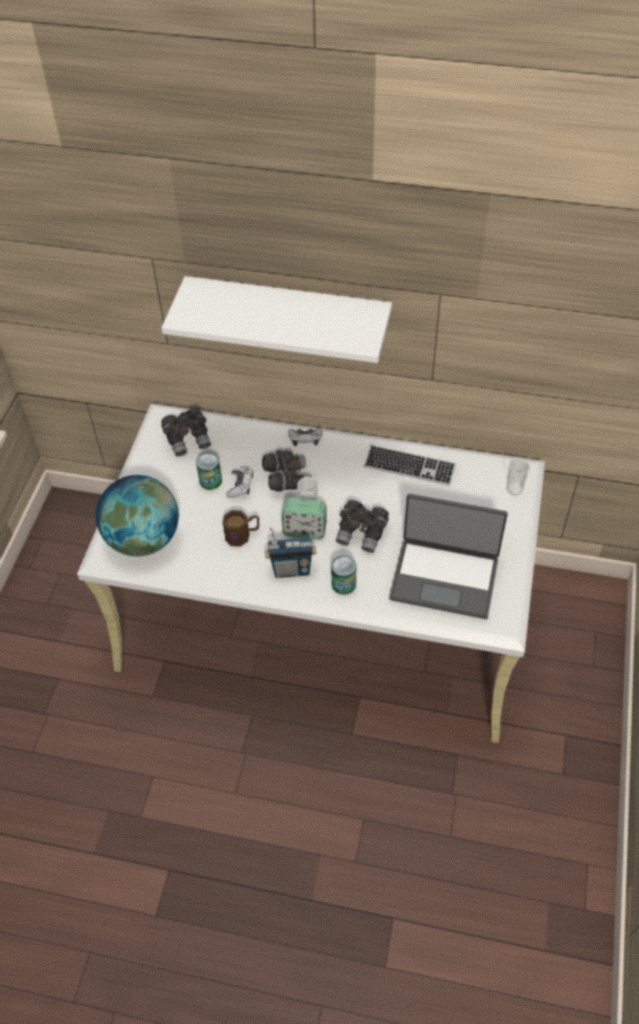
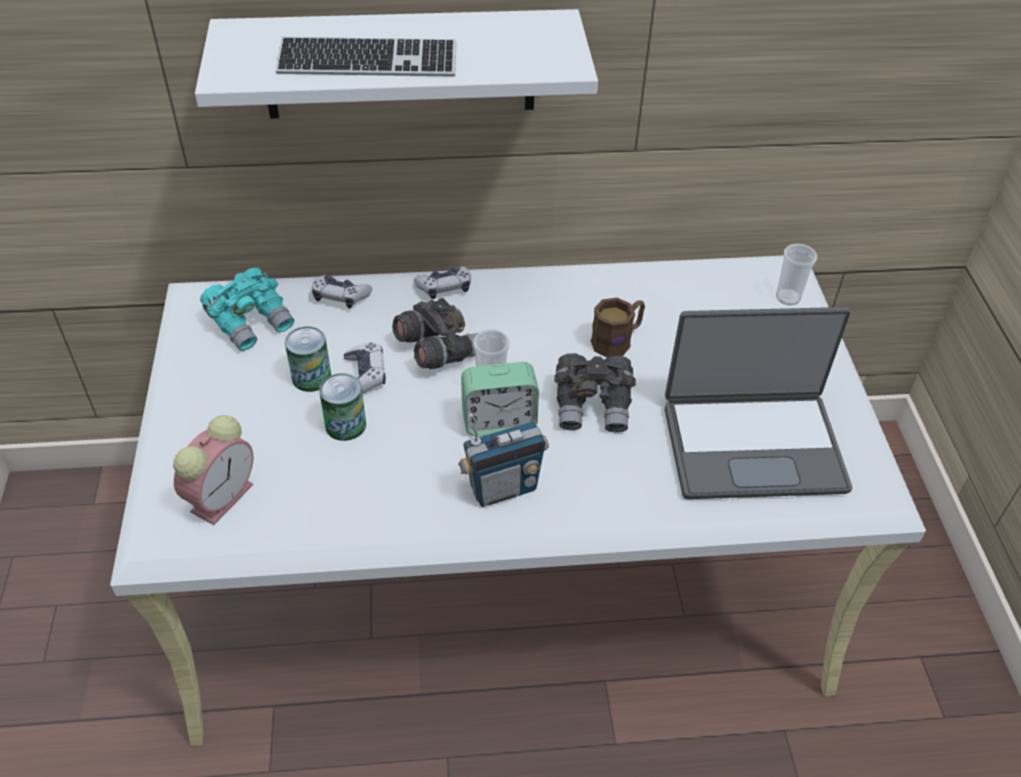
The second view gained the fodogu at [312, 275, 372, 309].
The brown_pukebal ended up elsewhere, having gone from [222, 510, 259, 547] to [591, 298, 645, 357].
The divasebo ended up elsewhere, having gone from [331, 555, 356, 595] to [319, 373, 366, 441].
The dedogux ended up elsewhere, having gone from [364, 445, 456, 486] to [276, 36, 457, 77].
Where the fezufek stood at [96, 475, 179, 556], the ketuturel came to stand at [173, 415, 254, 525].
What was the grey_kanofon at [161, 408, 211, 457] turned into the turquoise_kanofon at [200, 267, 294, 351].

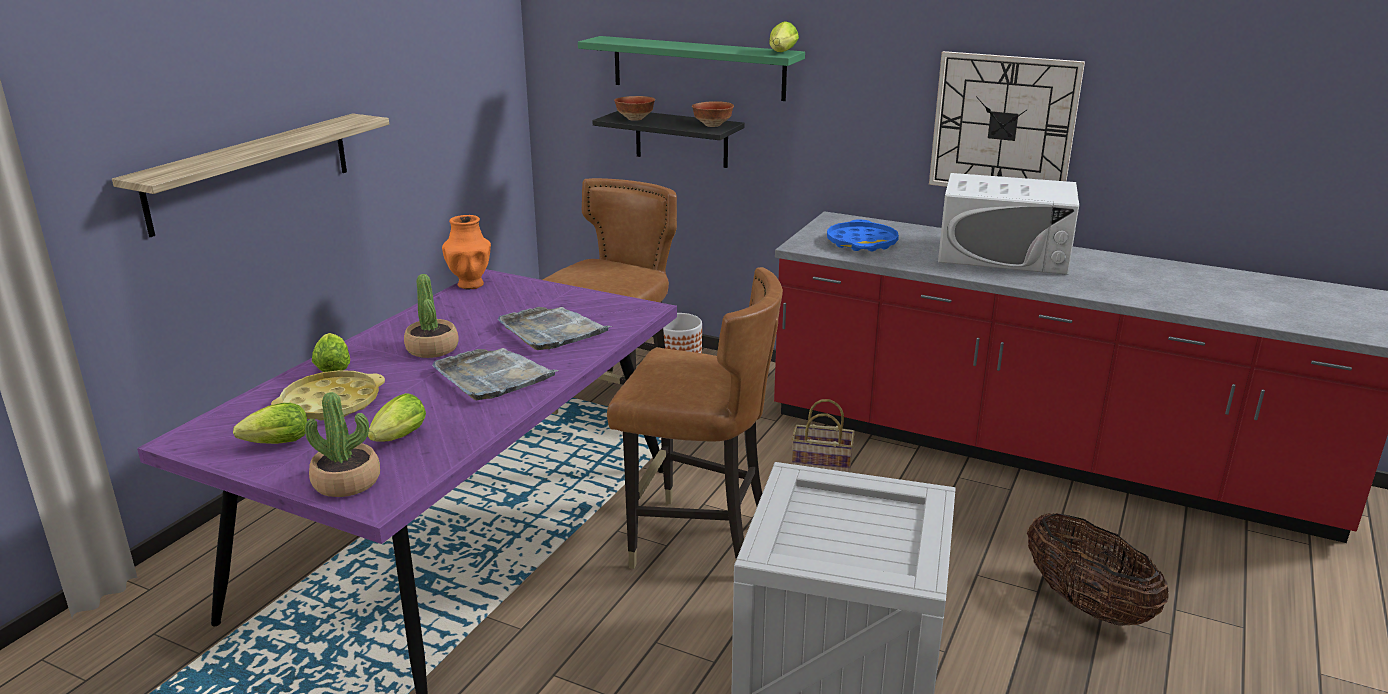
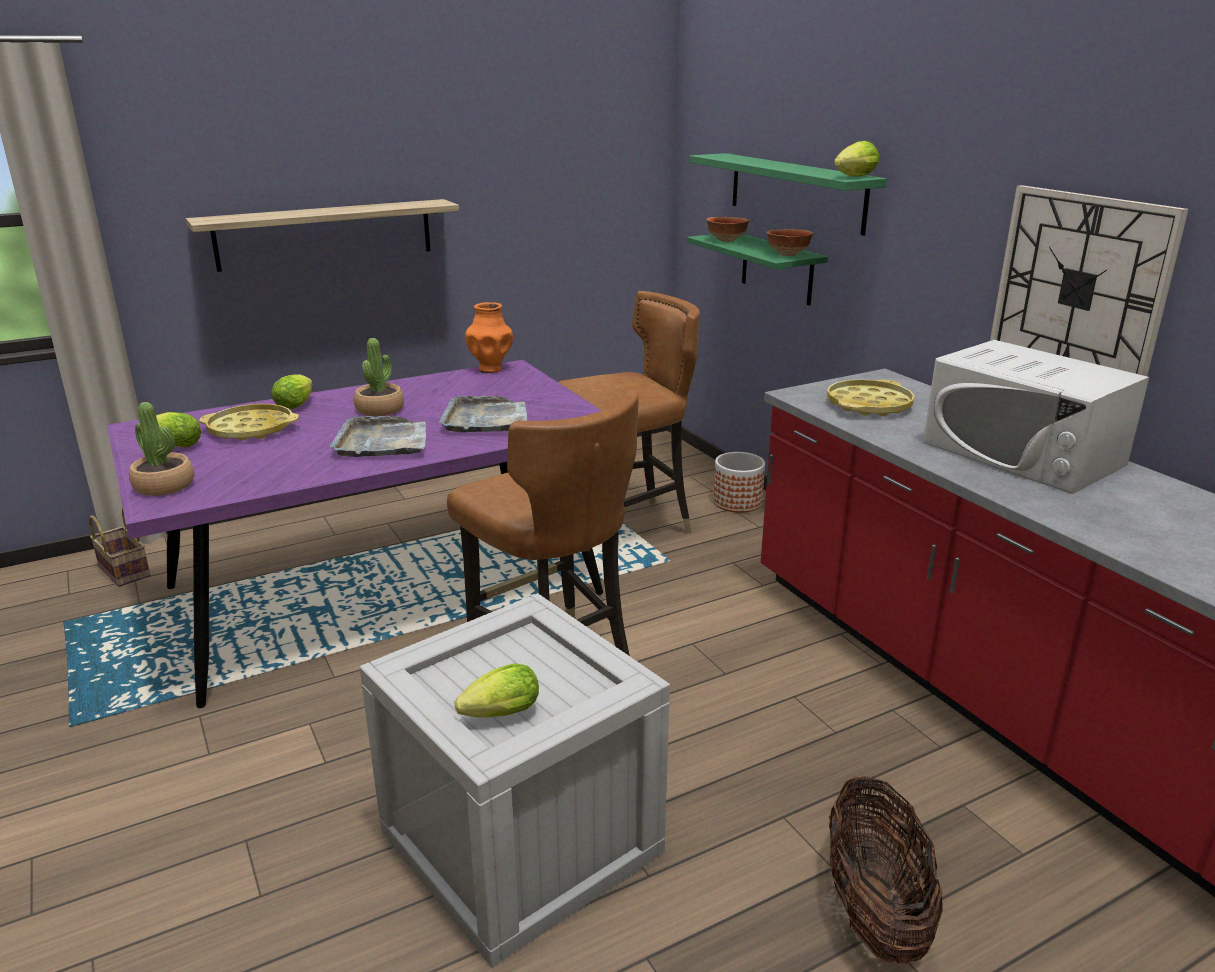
The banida ended up elsewhere, having gone from [368, 393, 426, 442] to [455, 663, 539, 718].
The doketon ended up elsewhere, having gone from [792, 399, 855, 472] to [89, 508, 151, 587].
What was the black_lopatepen at [593, 111, 745, 168] turned into the green_lopatepen at [687, 234, 828, 306].
What was the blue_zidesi at [827, 220, 899, 252] turned into the yellow_zidesi at [827, 379, 915, 417].

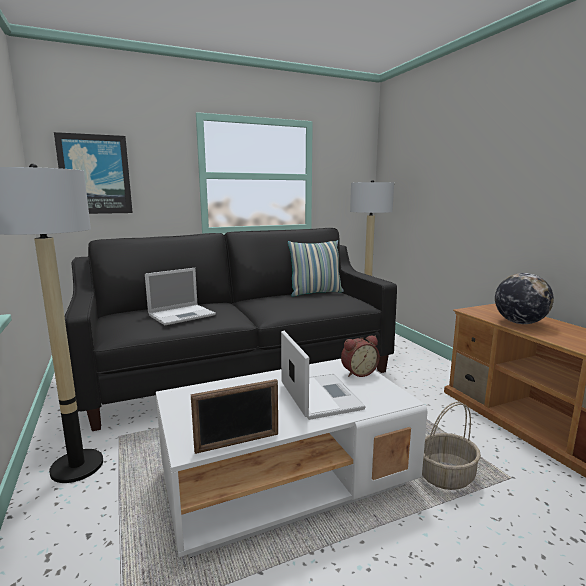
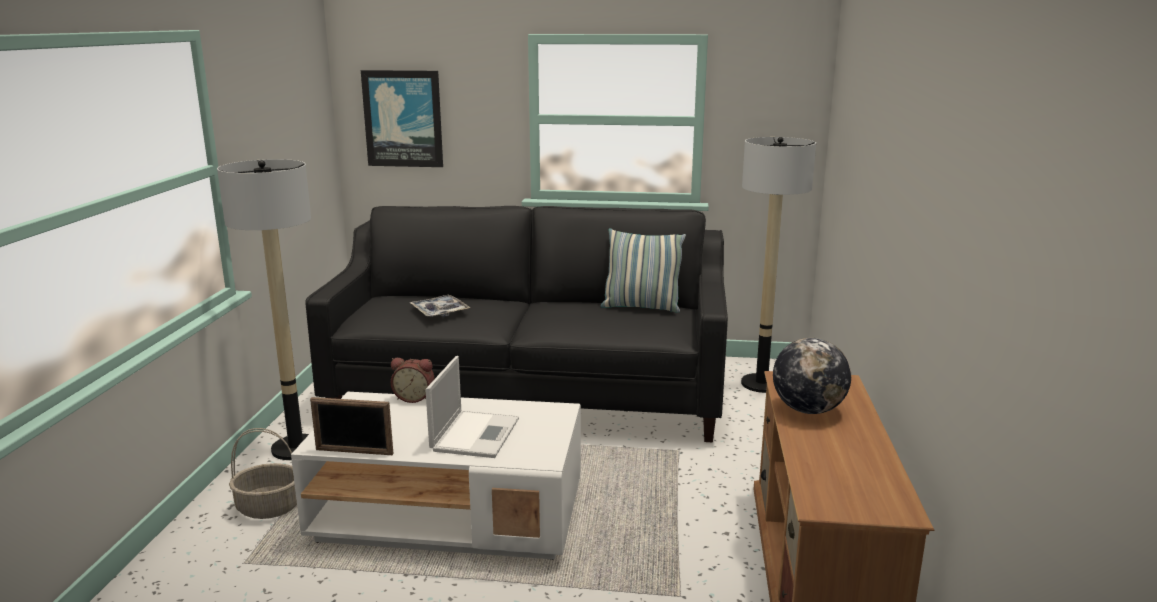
The ketuturel ended up elsewhere, having gone from [341, 335, 380, 377] to [391, 358, 435, 403].
The doketon ended up elsewhere, having gone from [422, 402, 481, 490] to [229, 428, 297, 519].
Where the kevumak stood at [145, 268, 216, 325], the zidesi came to stand at [410, 295, 470, 317].

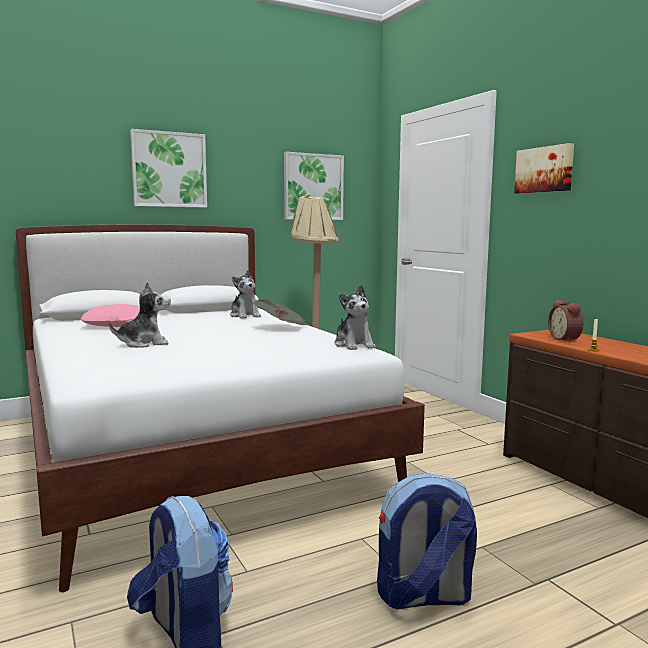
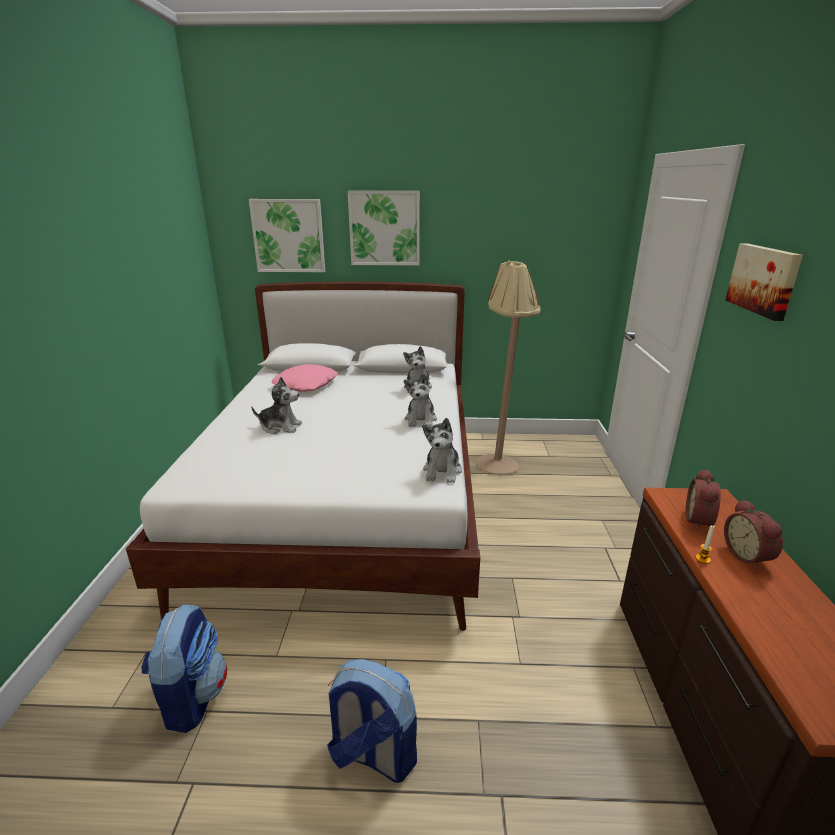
The second view gained the ketuturel at [724, 499, 783, 570].
The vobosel ended up elsewhere, having gone from [284, 152, 344, 220] to [249, 199, 325, 272].
Where the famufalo stood at [253, 299, 309, 325], the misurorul came to stand at [404, 373, 437, 427].

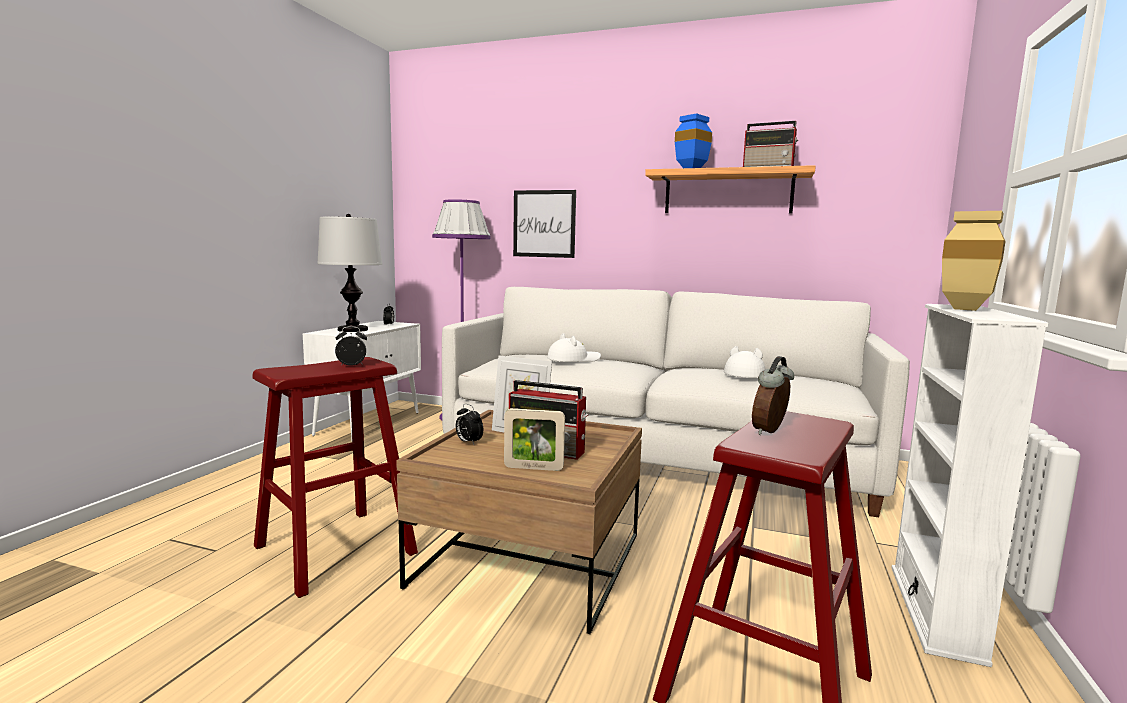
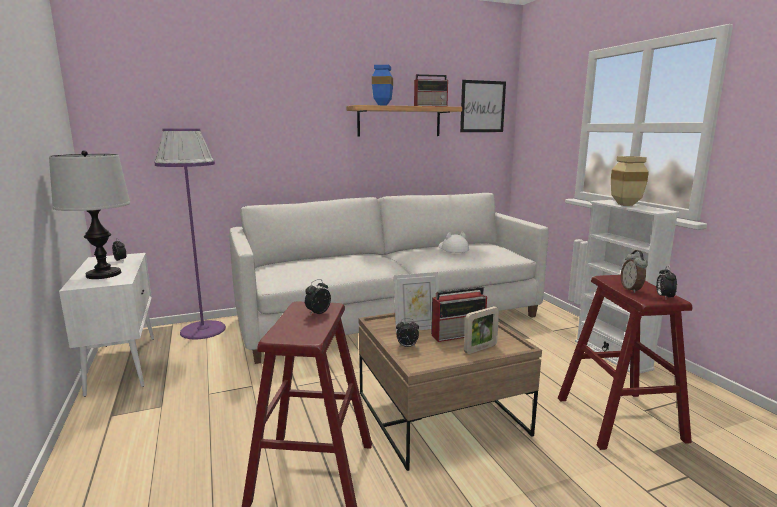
The second view lost the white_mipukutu at [547, 333, 601, 362].
The second view gained the ketuturel at [656, 266, 677, 298].
The vobosel ended up elsewhere, having gone from [513, 190, 576, 258] to [460, 80, 506, 132].

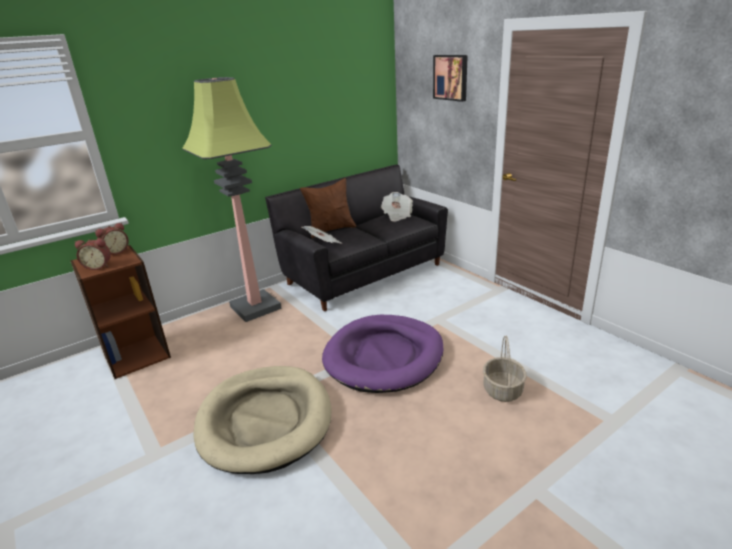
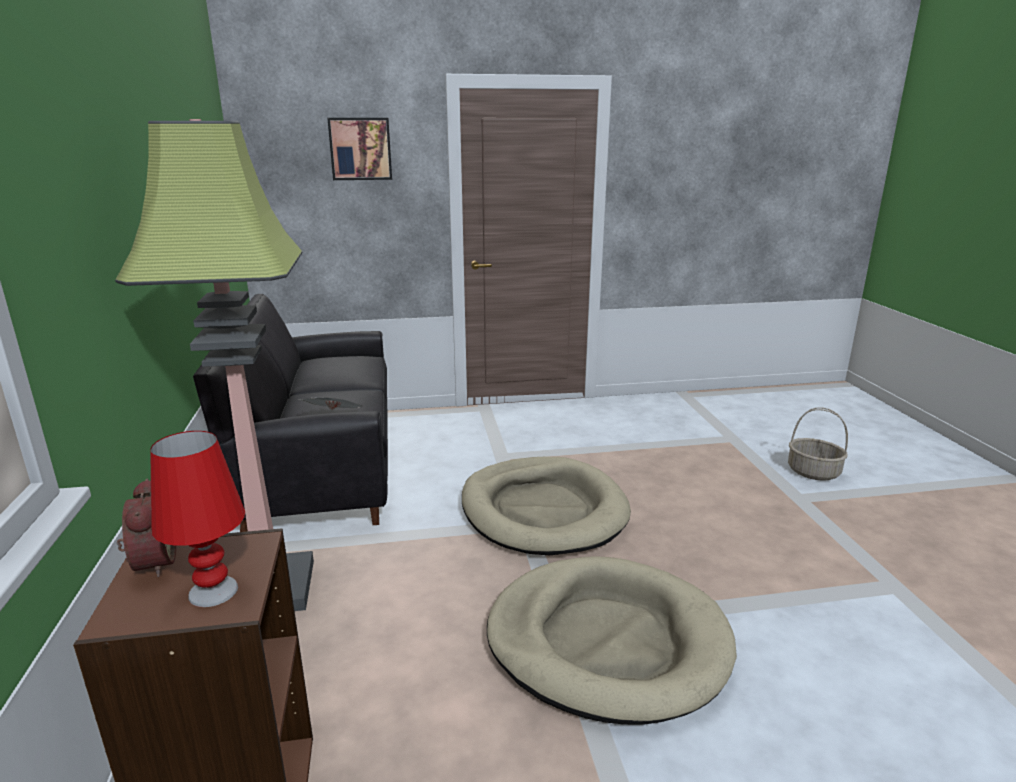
The second view lost the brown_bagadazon at [300, 178, 356, 238].
The second view lost the famufalo at [381, 192, 413, 222].
The doketon ended up elsewhere, having gone from [483, 335, 526, 402] to [788, 407, 848, 481].
Where the ketuturel stood at [75, 239, 111, 270], the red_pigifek came to stand at [150, 431, 245, 607].
What was the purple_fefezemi at [322, 315, 443, 393] turned into the beige_fefezemi at [462, 457, 631, 555].

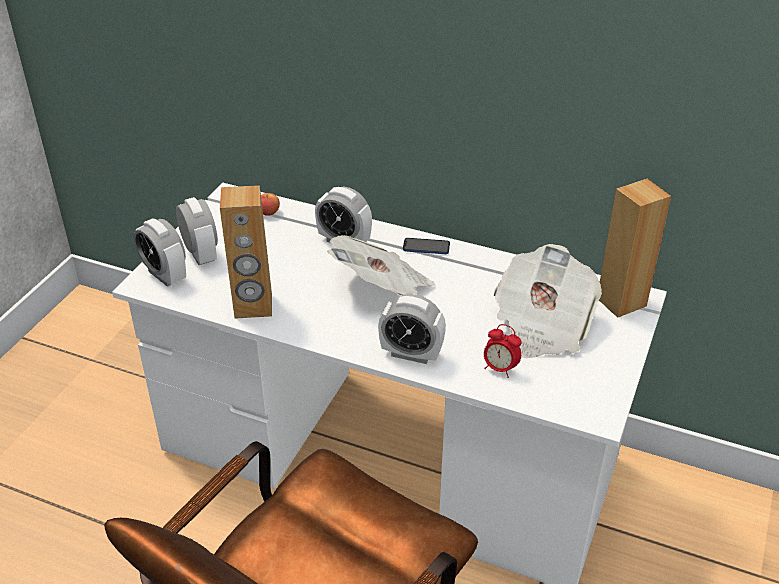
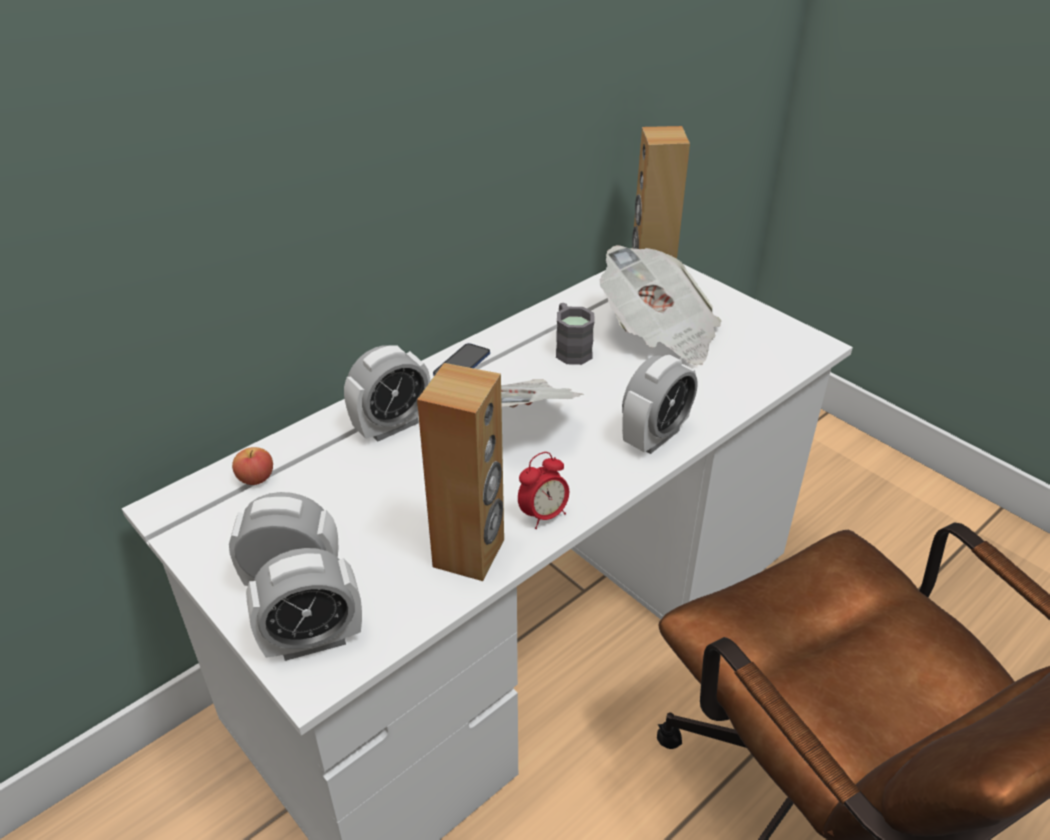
The second view gained the grey_pukebal at [556, 303, 595, 365].
The ketuturel ended up elsewhere, having gone from [484, 324, 522, 378] to [518, 452, 569, 529].

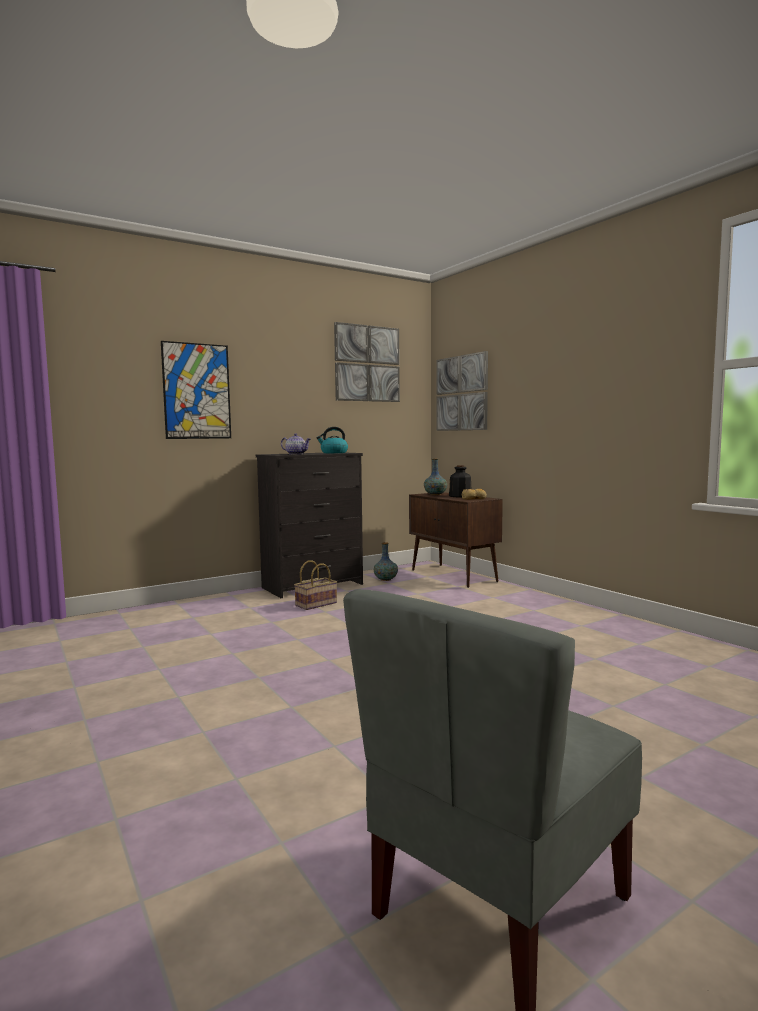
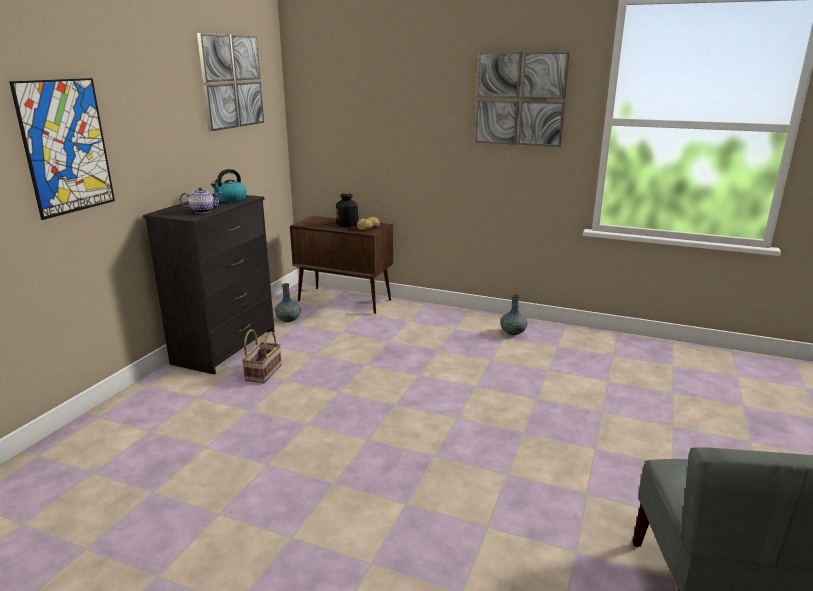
The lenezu ended up elsewhere, having gone from [424, 459, 447, 495] to [500, 294, 528, 335].
The vobosel ended up elsewhere, having gone from [437, 351, 488, 431] to [475, 52, 570, 147].

